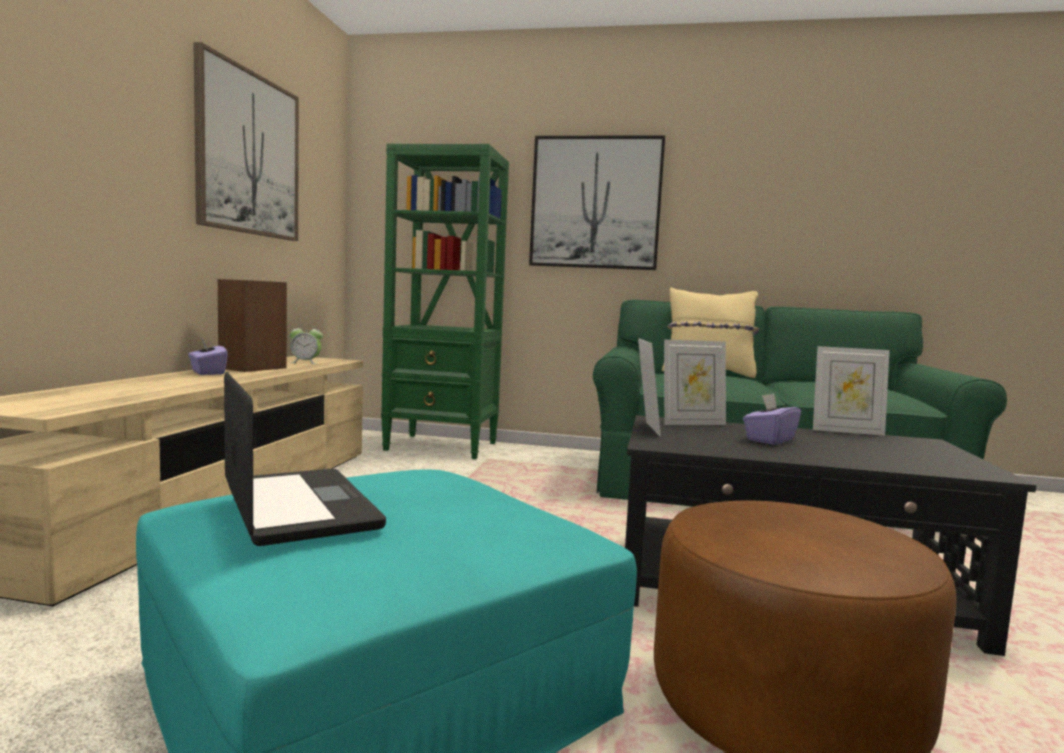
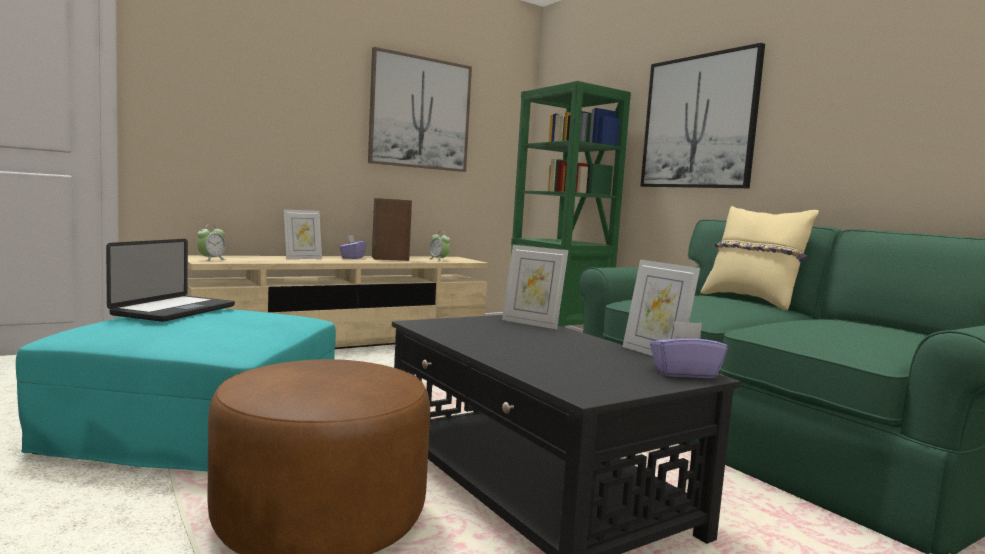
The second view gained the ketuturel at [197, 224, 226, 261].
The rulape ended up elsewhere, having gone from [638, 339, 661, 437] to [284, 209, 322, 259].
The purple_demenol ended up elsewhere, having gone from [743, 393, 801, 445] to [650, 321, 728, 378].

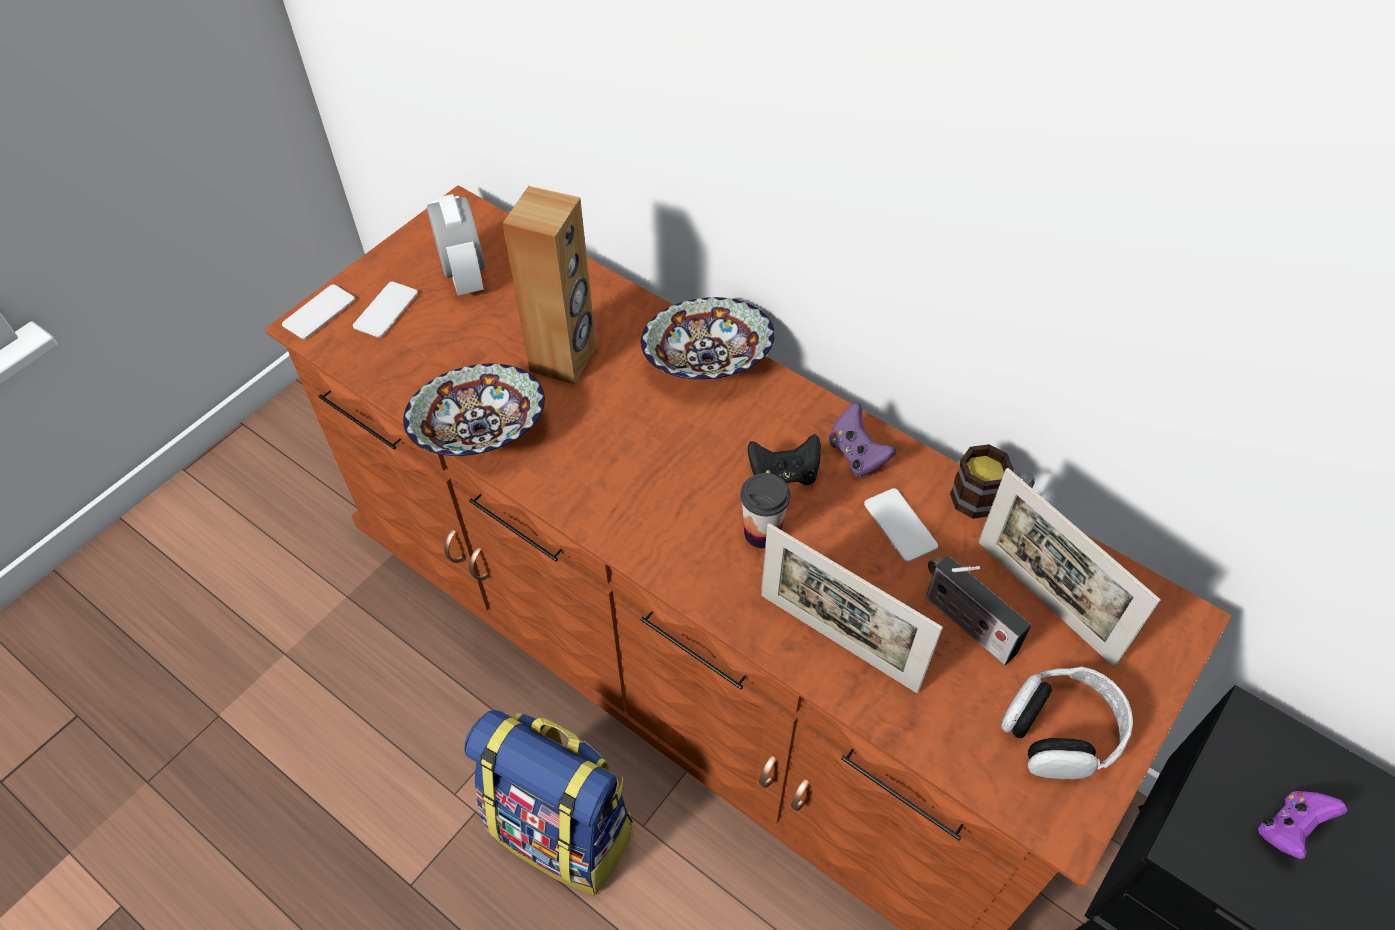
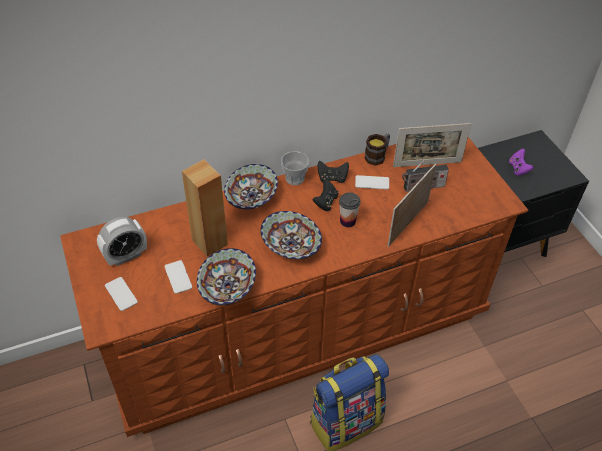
The second view lost the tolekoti at [1001, 666, 1133, 779].
The second view gained the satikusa at [260, 211, 322, 259].
The second view gained the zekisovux at [281, 151, 309, 185].
The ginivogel ended up elsewhere, having gone from [282, 284, 355, 339] to [165, 260, 192, 294].
What was the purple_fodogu at [829, 403, 896, 477] turned into the black_fodogu at [317, 161, 349, 183].
The ketuturel at [427, 194, 485, 295] ended up facing another way, 135 degrees clockwise from before.
The rulape at [761, 523, 943, 693] ended up facing another way, 150 degrees clockwise from before.

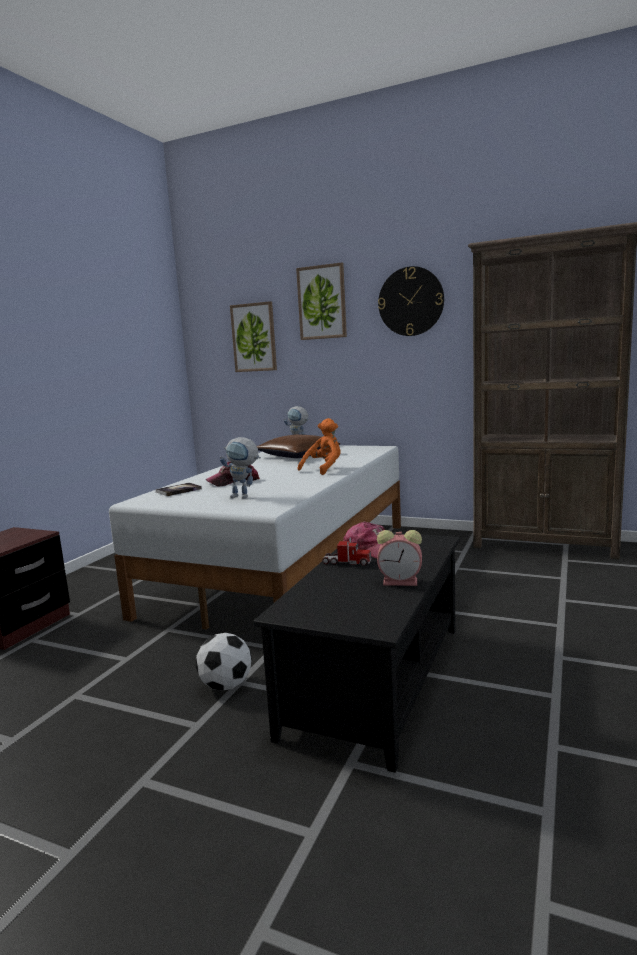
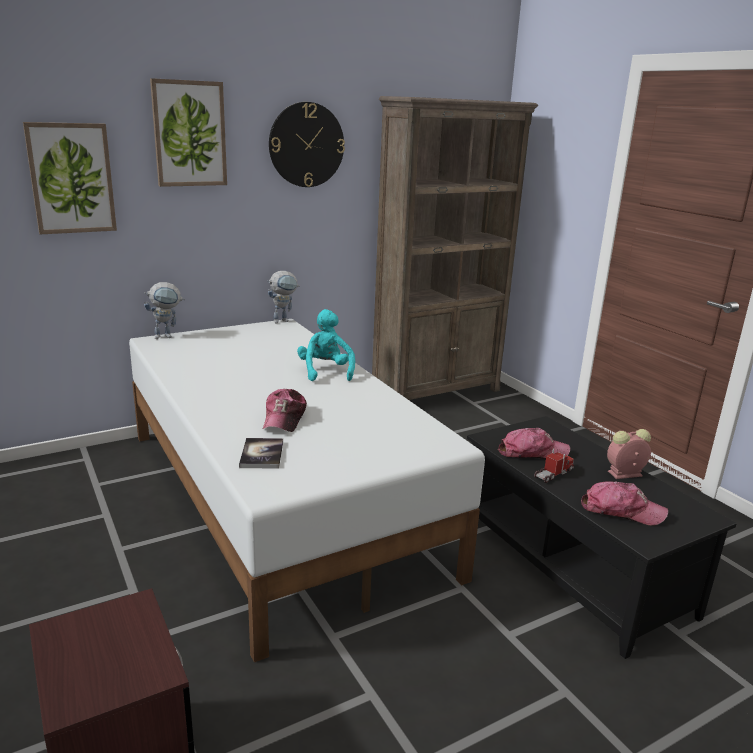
The second view lost the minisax at [196, 633, 252, 690].
The second view lost the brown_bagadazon at [257, 434, 340, 458].
The second view gained the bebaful at [581, 481, 668, 526].
The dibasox ended up elsewhere, having gone from [220, 437, 261, 499] to [267, 271, 300, 323].
What was the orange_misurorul at [298, 418, 341, 475] turned into the turquoise_misurorul at [297, 309, 355, 381].
The ketuturel at [377, 530, 422, 586] ended up facing another way, 150 degrees counterclockwise from before.

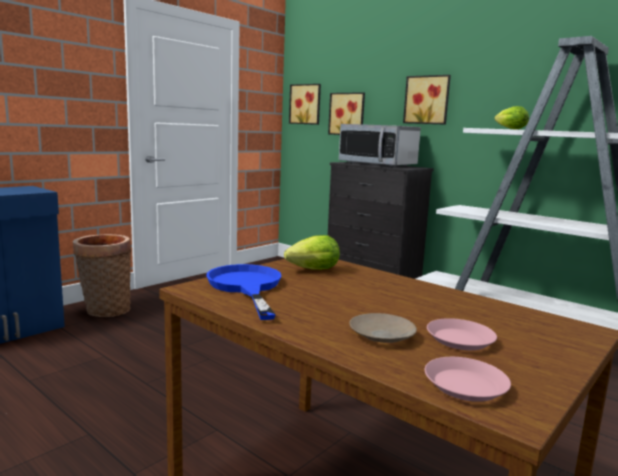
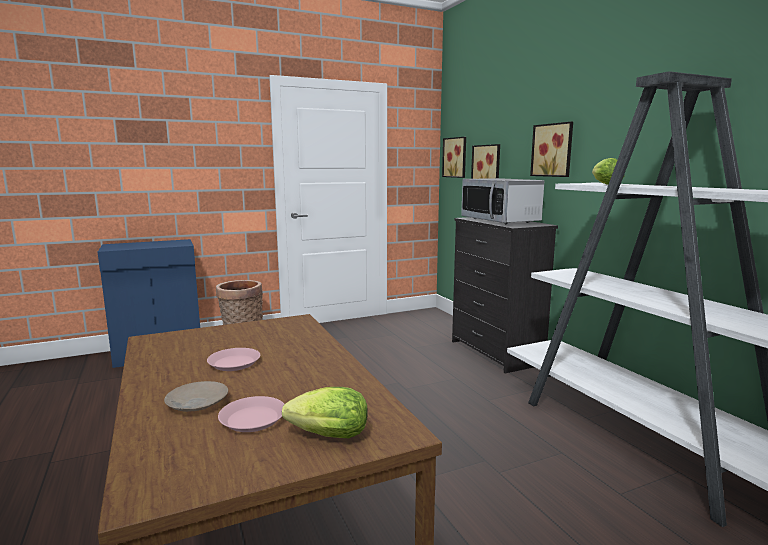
The second view lost the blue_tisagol at [206, 264, 281, 320].
The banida ended up elsewhere, having gone from [284, 235, 340, 270] to [282, 387, 368, 438].
The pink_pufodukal ended up elsewhere, having gone from [425, 357, 511, 402] to [207, 348, 260, 371].

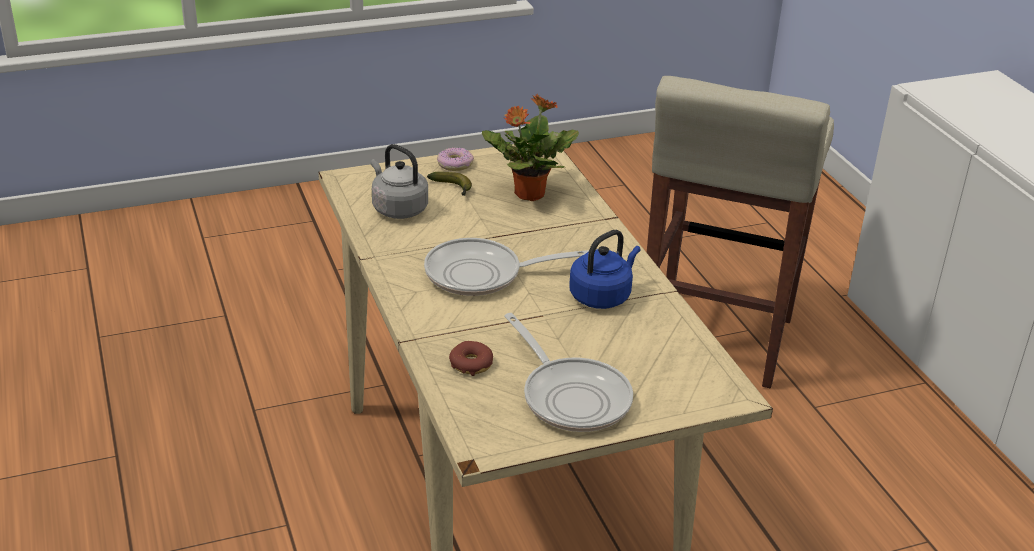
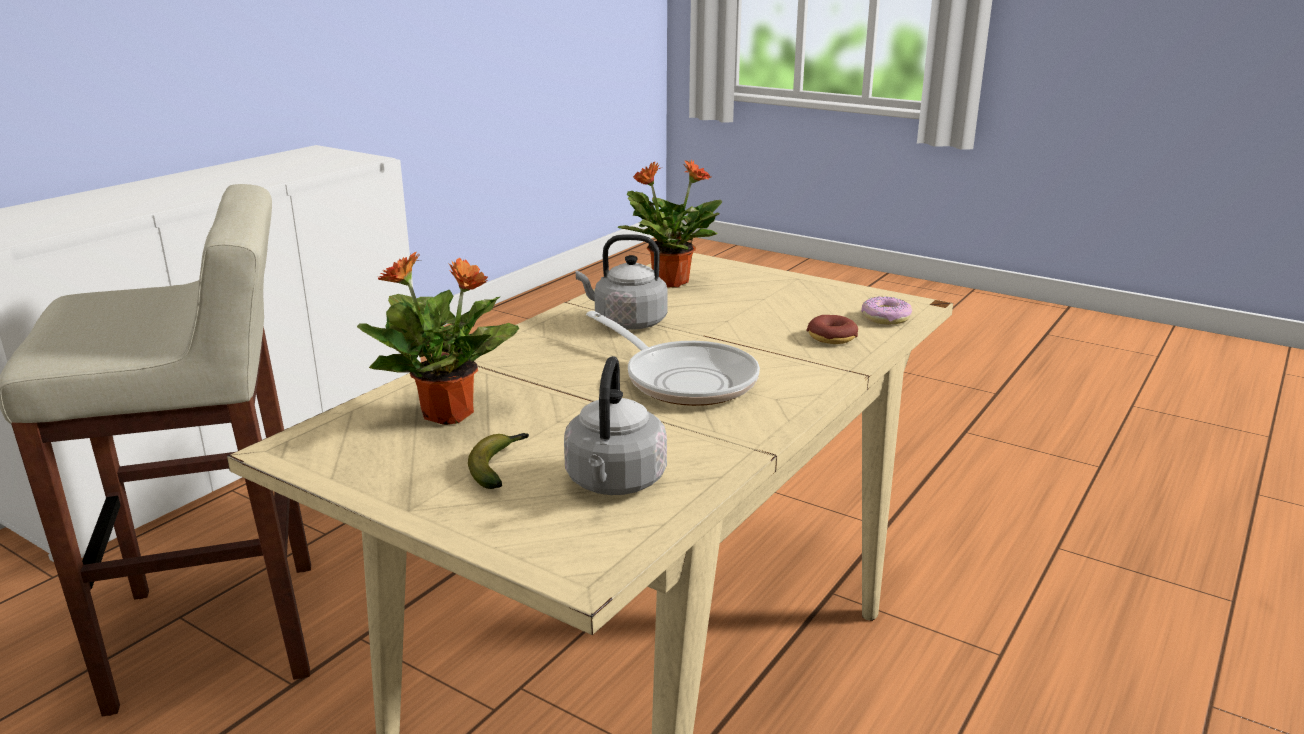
The second view lost the tisagol at [504, 313, 633, 432].
The second view gained the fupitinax at [618, 160, 722, 288].
The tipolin ended up elsewhere, having gone from [437, 147, 474, 171] to [861, 296, 912, 325].
What was the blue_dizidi at [569, 230, 641, 309] turned into the grey_dizidi at [576, 234, 668, 330].

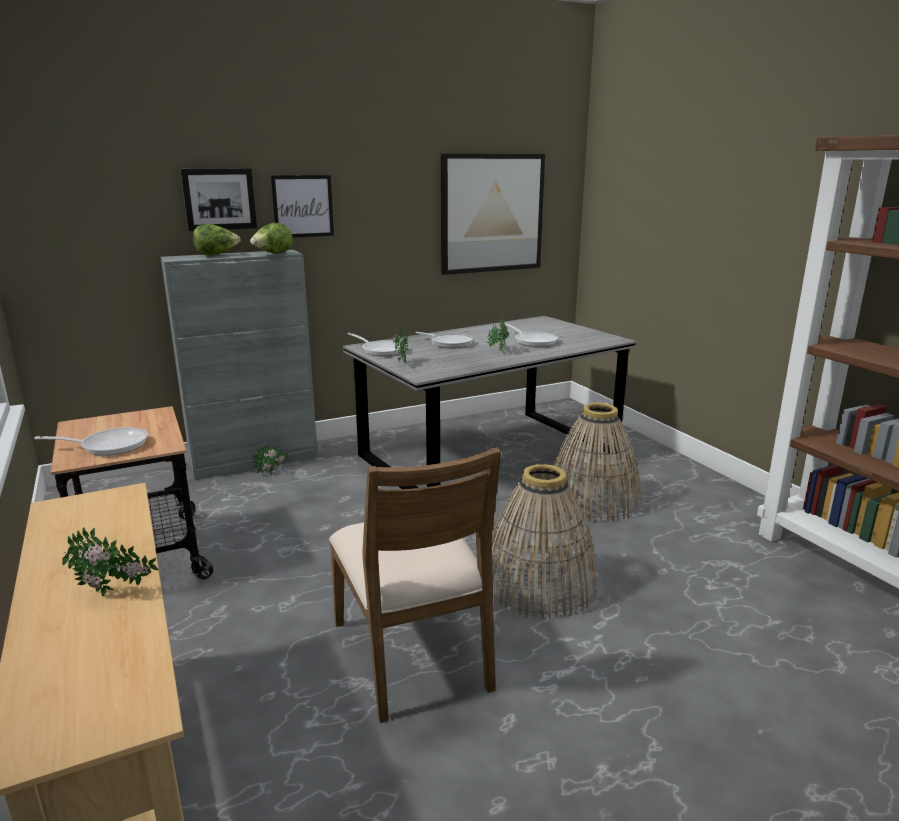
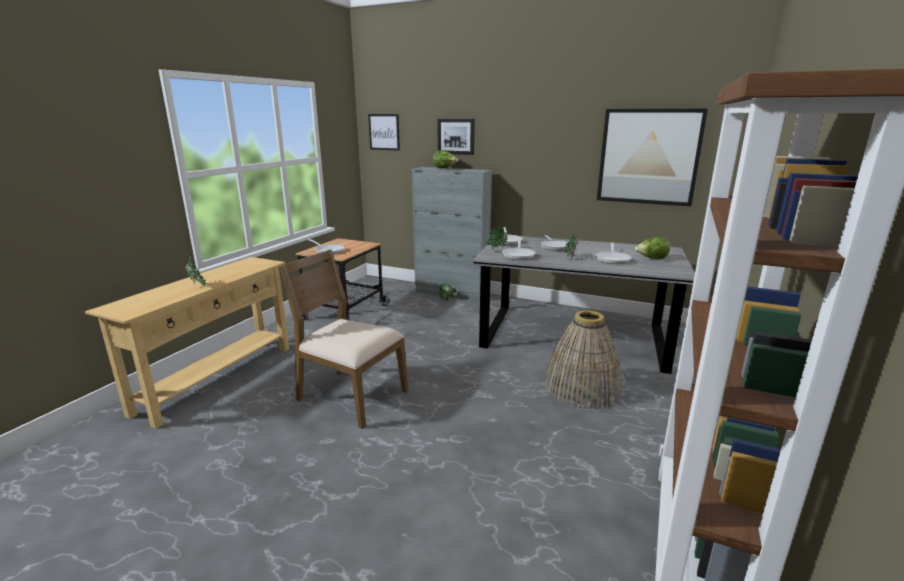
The second view lost the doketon at [492, 464, 597, 619].
The second view gained the tisagol at [502, 239, 536, 260].
The banida ended up elsewhere, having gone from [250, 223, 293, 254] to [635, 237, 670, 259].
The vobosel ended up elsewhere, having gone from [271, 175, 334, 238] to [368, 114, 400, 151].
The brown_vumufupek at [329, 447, 501, 723] ended up facing another way, 90 degrees clockwise from before.

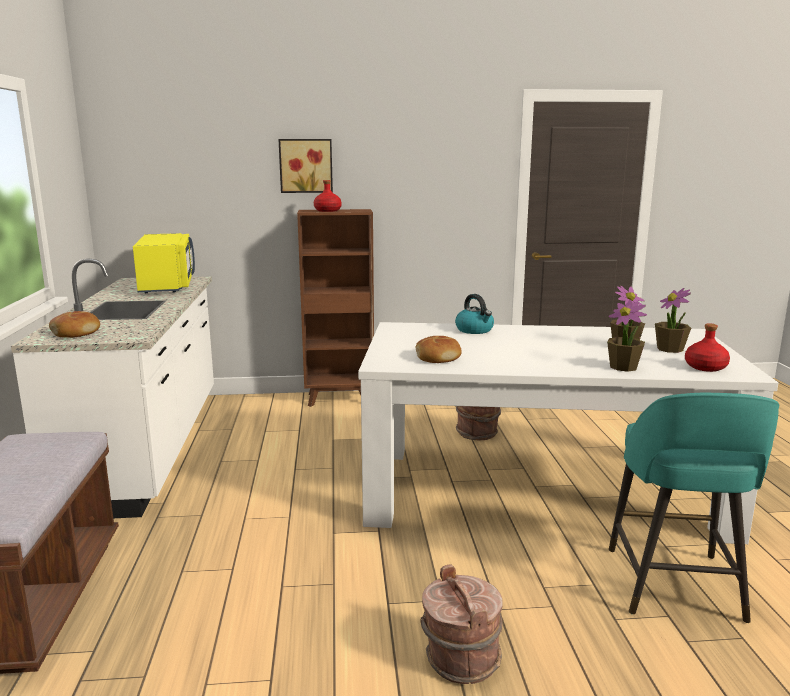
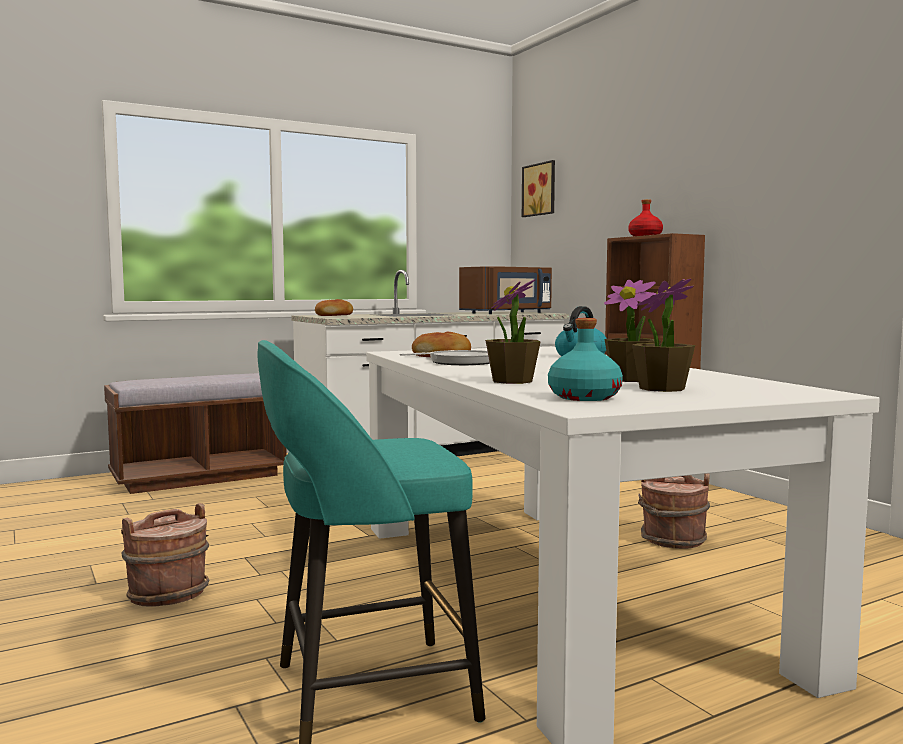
The second view gained the tisagol at [400, 350, 490, 365].
The vobosel ended up elsewhere, having gone from [278, 139, 333, 193] to [522, 160, 555, 217].
What was the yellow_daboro at [133, 233, 195, 293] turned into the brown_daboro at [459, 266, 552, 314].
What was the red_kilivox at [685, 323, 730, 372] turned into the turquoise_kilivox at [548, 318, 623, 401].

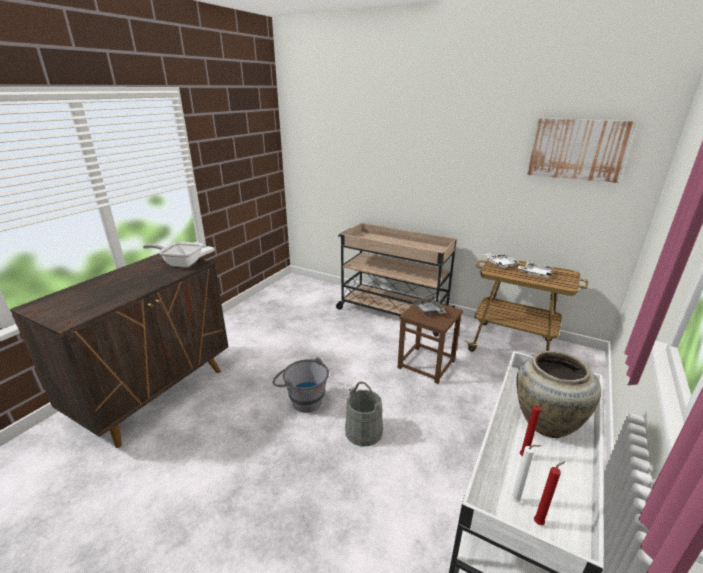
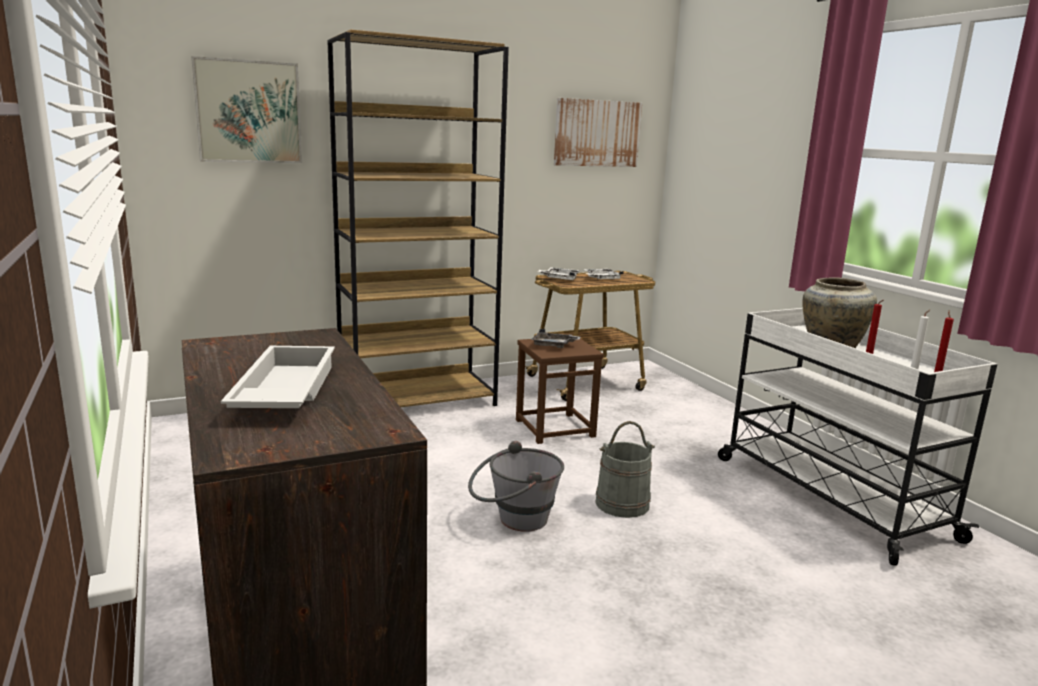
The second view lost the tisagol at [143, 242, 203, 267].
The second view gained the vobosel at [191, 56, 302, 163].
The second view gained the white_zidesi at [221, 346, 335, 408].
Where the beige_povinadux stood at [336, 223, 457, 337], the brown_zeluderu came to stand at [327, 29, 509, 407].

